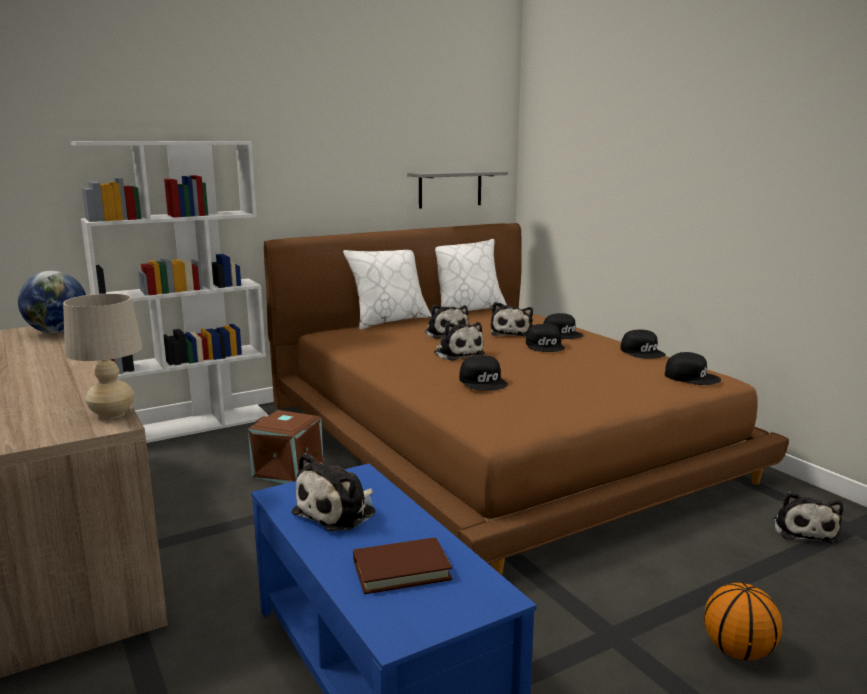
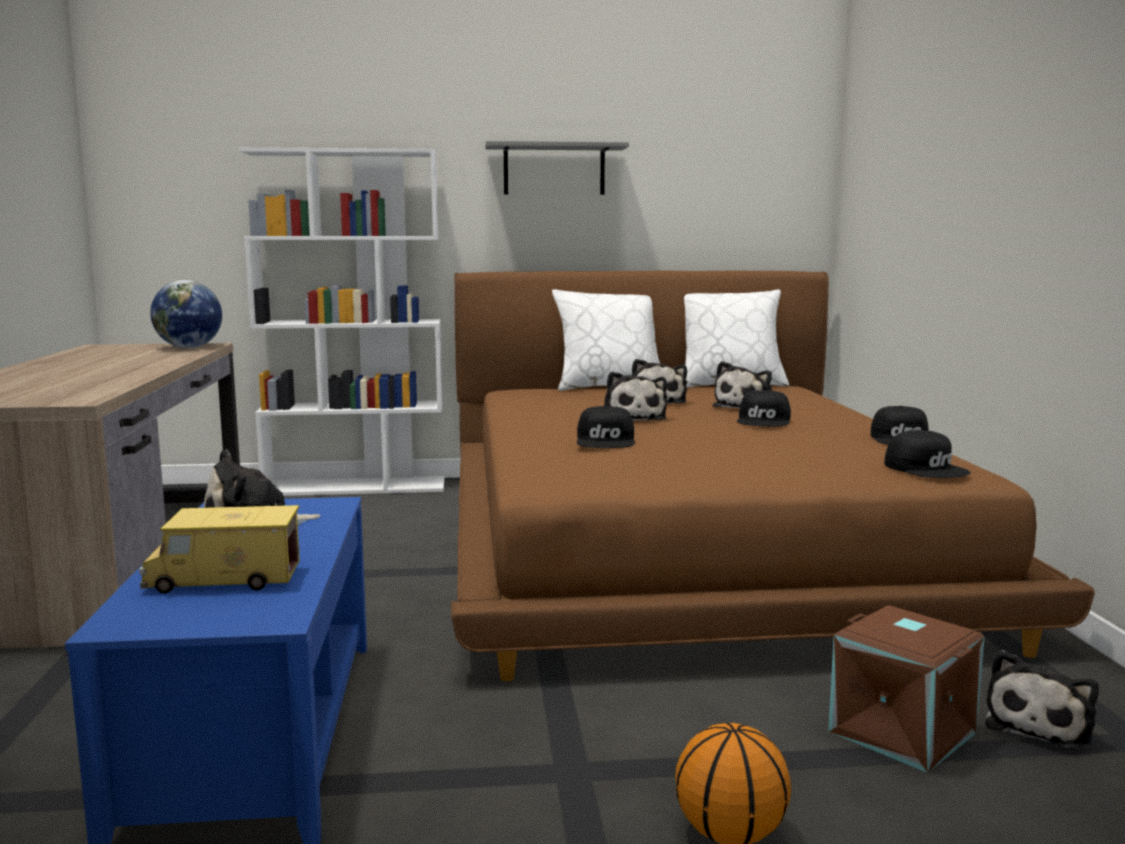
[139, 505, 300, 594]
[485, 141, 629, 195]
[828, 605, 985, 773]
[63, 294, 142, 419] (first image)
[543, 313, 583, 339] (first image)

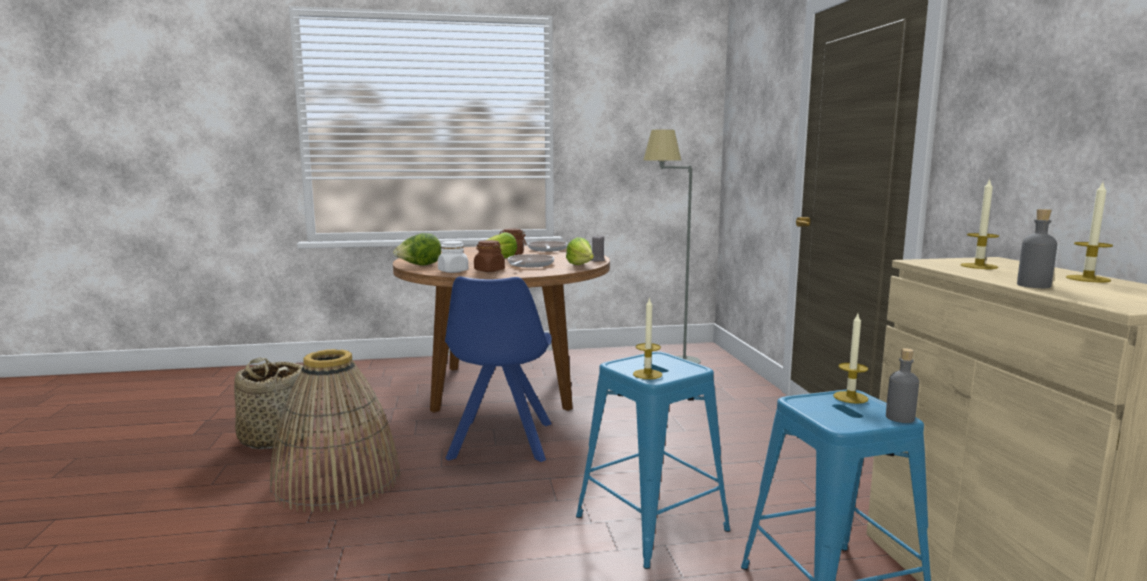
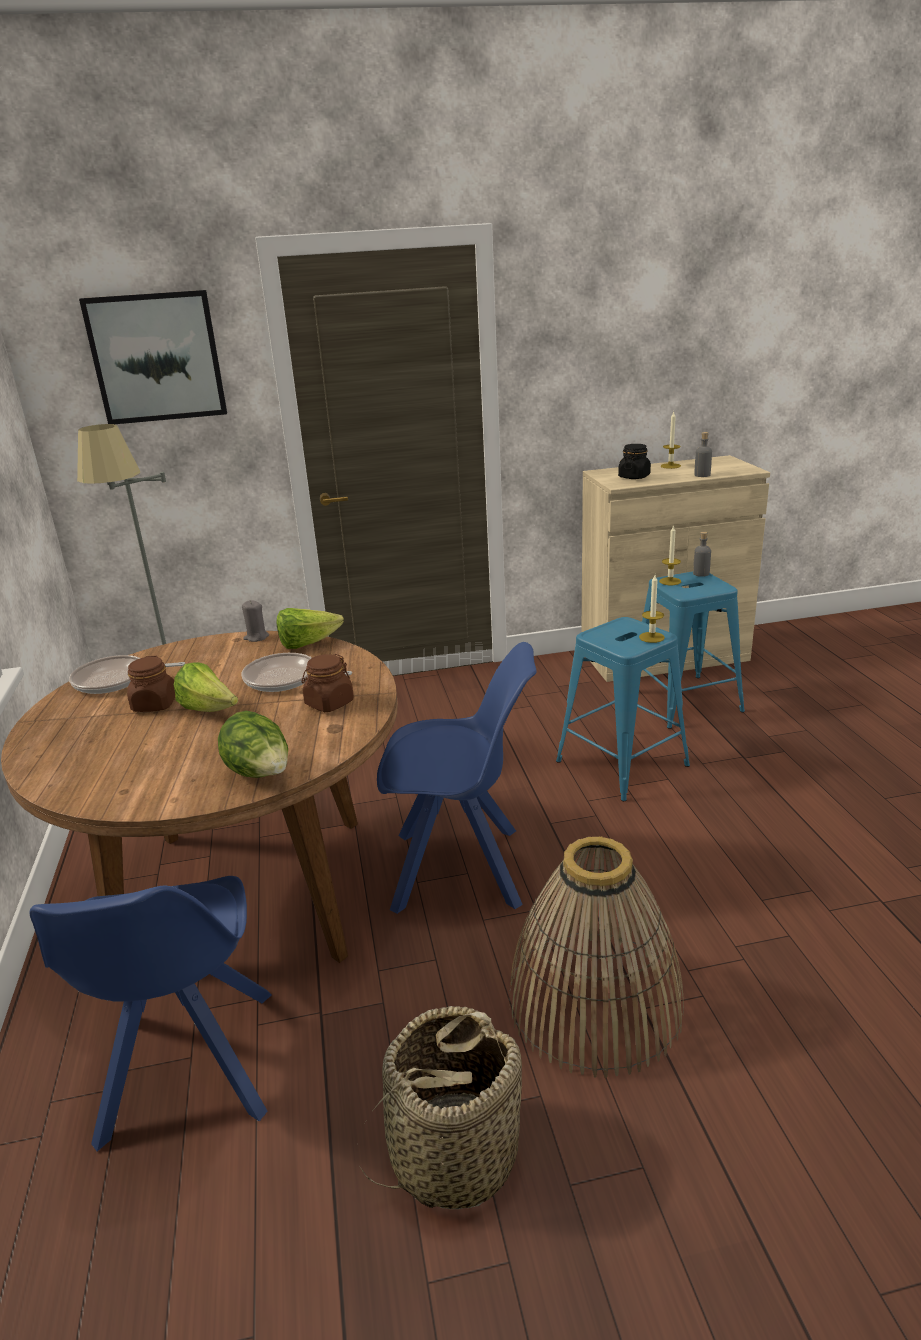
[30, 876, 272, 1151]
[79, 290, 227, 424]
[618, 444, 651, 479]
[438, 241, 468, 273] (first image)

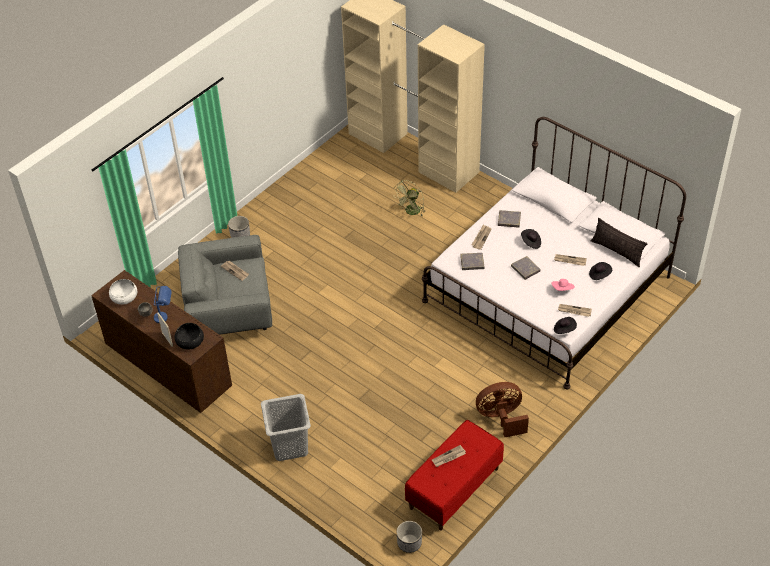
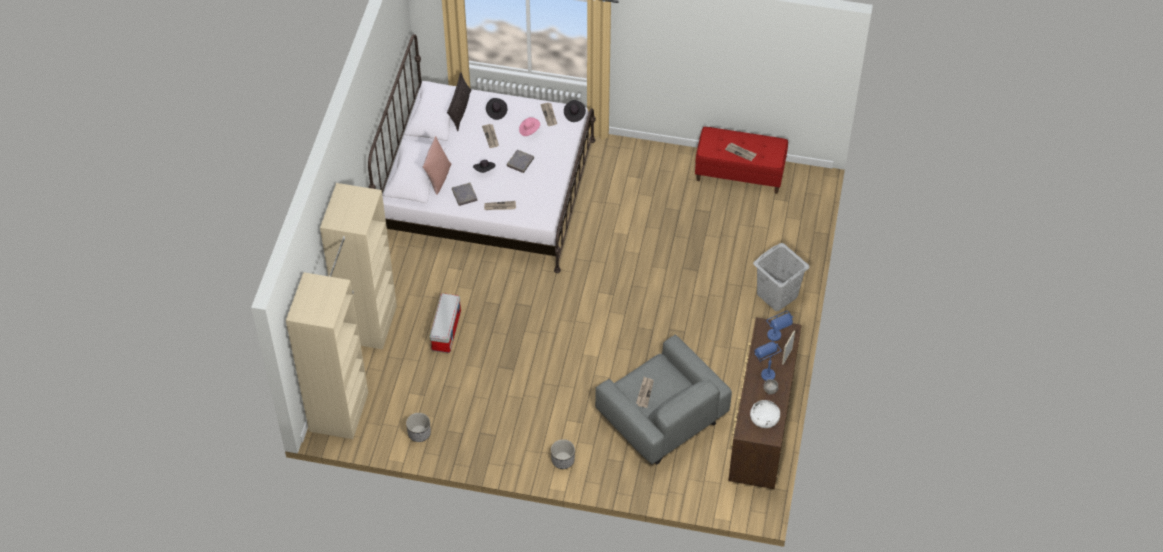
[406, 413, 431, 442]
[423, 136, 452, 195]
[430, 293, 461, 353]
[766, 311, 793, 341]
[460, 253, 485, 270] (first image)
[476, 382, 529, 437] (first image)

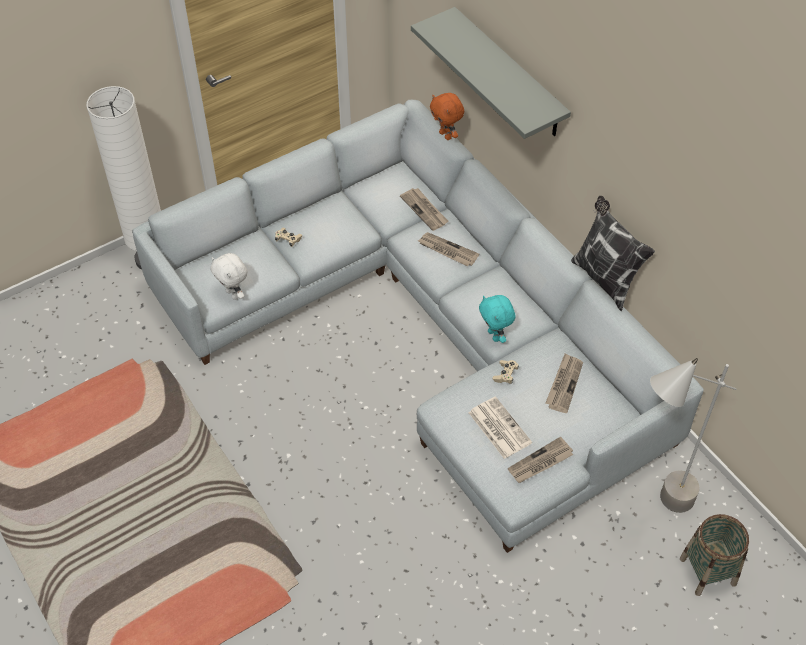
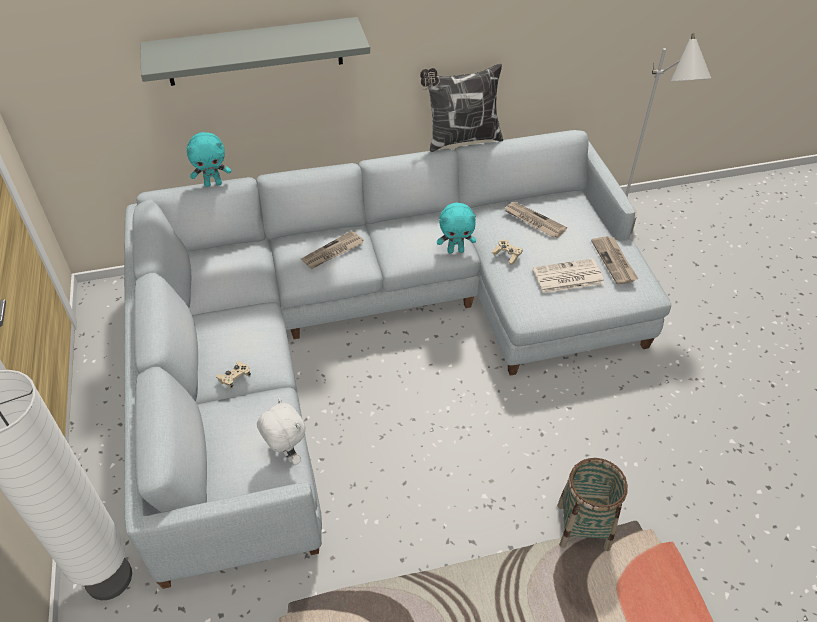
[186, 132, 231, 187]
[257, 398, 306, 465]
[557, 458, 628, 551]
[400, 188, 448, 231] (first image)

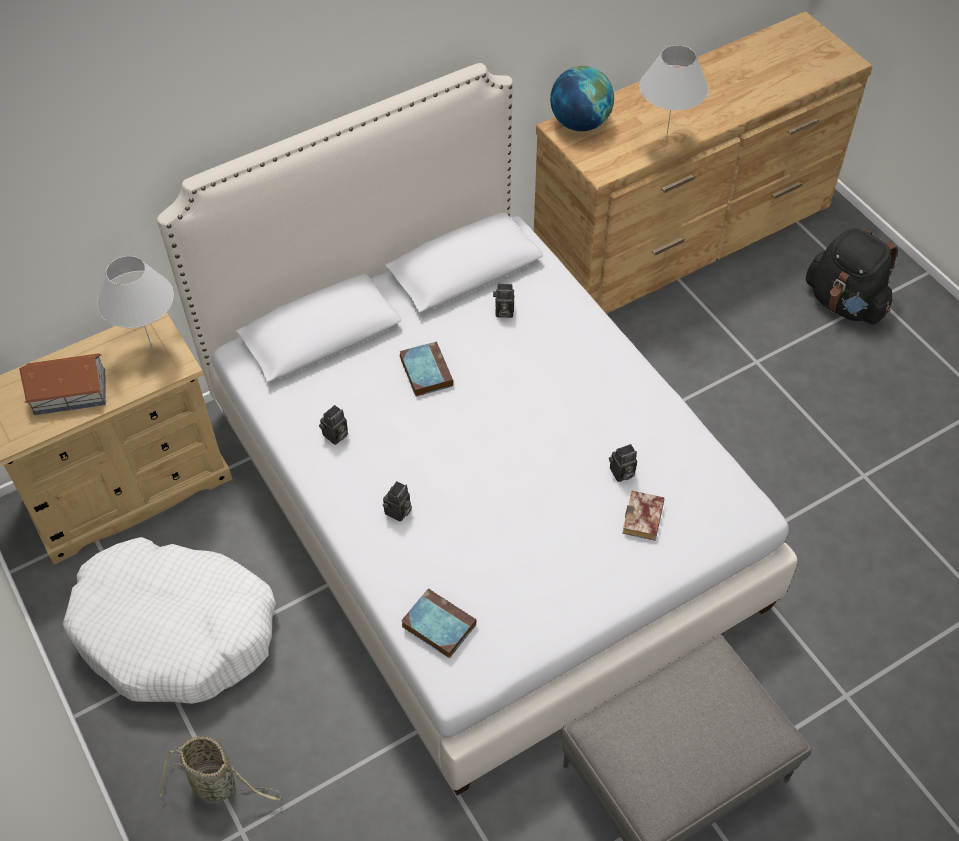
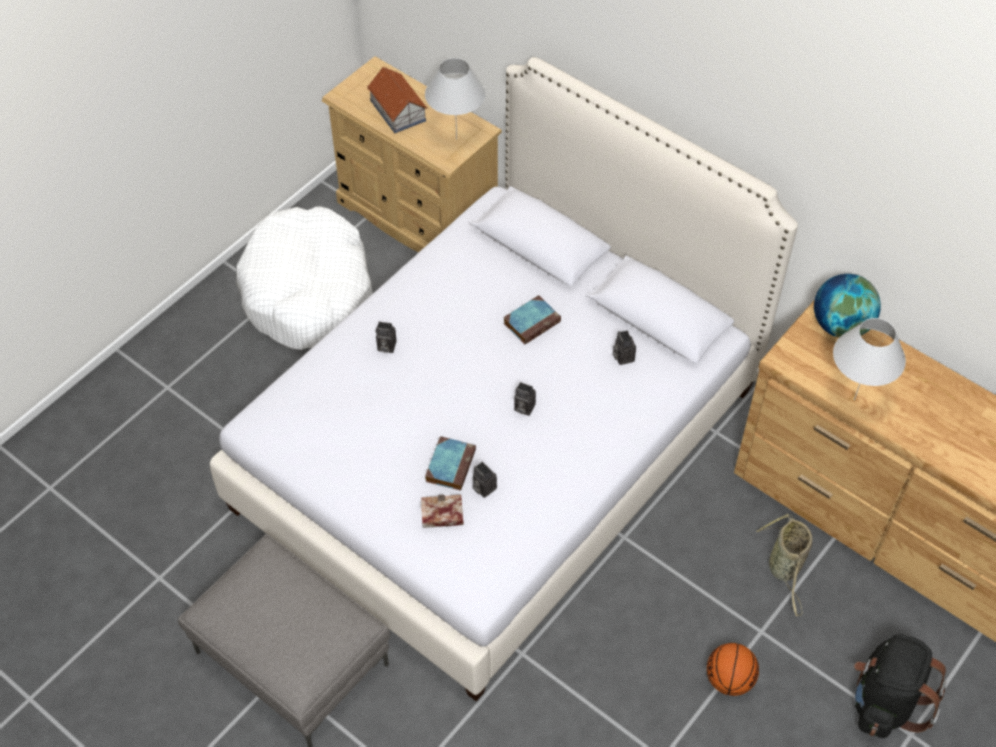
[425, 436, 476, 491]
[514, 382, 536, 416]
[707, 643, 759, 696]
[756, 514, 813, 616]

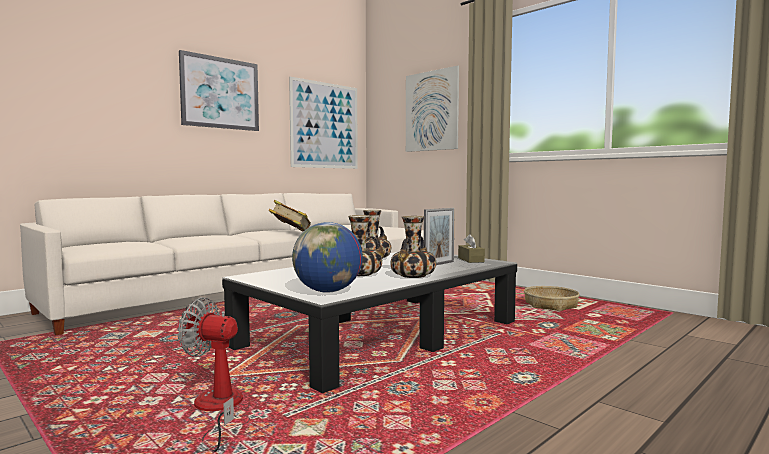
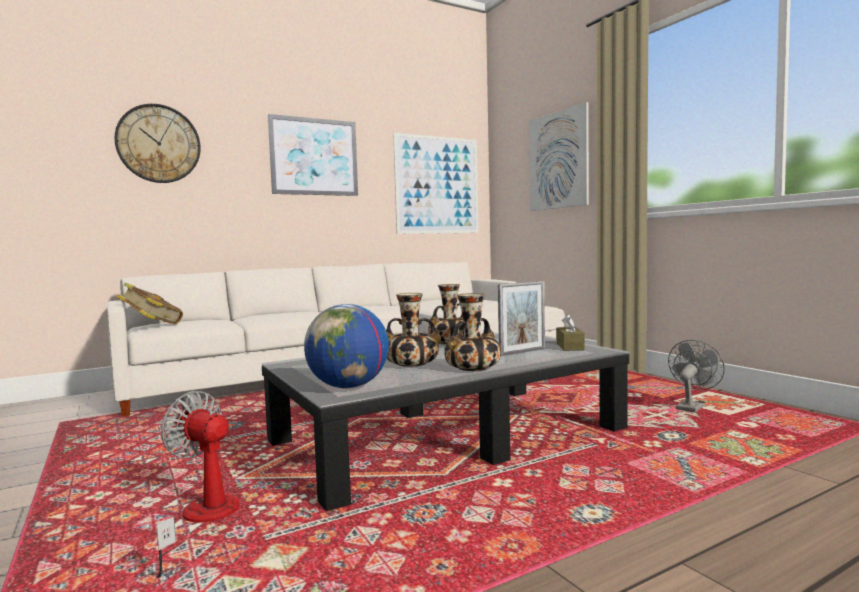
[115, 104, 201, 183]
[117, 282, 183, 324]
[668, 340, 725, 412]

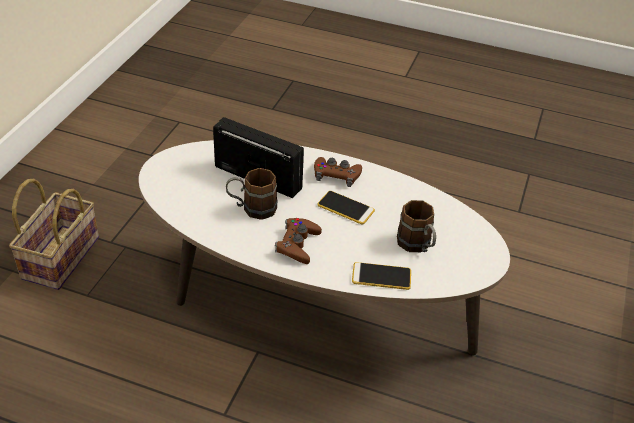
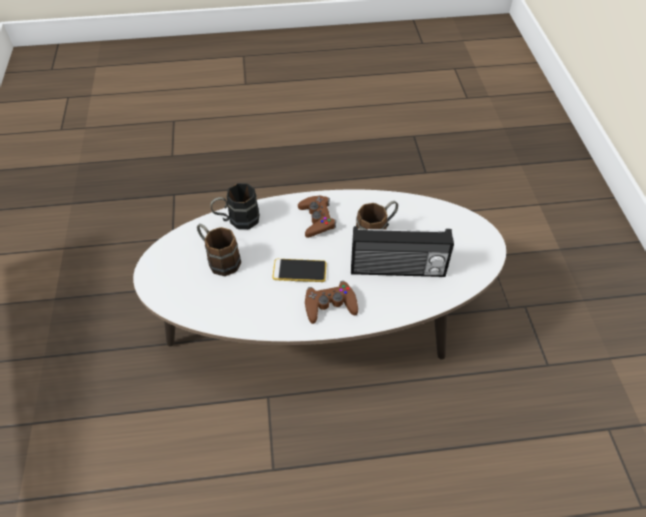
[210, 183, 259, 229]
[9, 178, 99, 290] (first image)

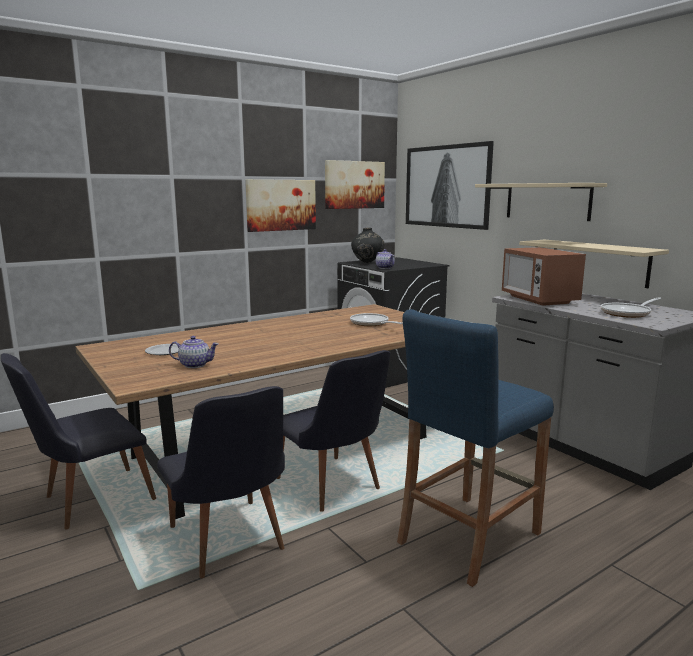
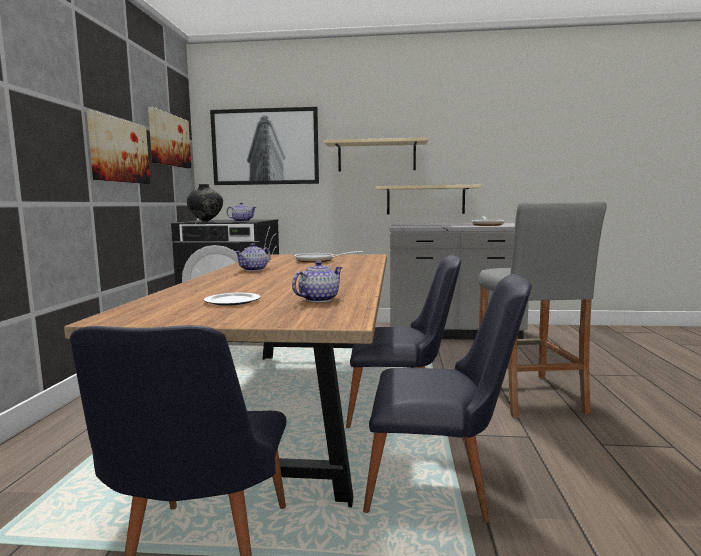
[235, 243, 271, 271]
[479, 200, 607, 418]
[502, 247, 586, 306] (first image)

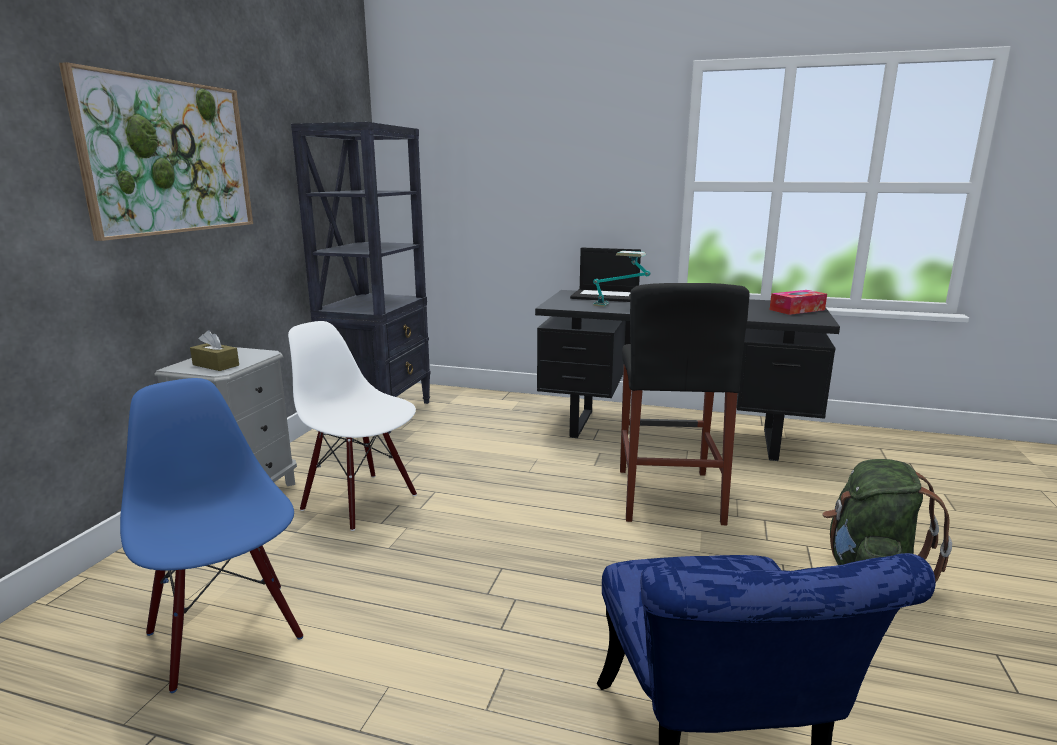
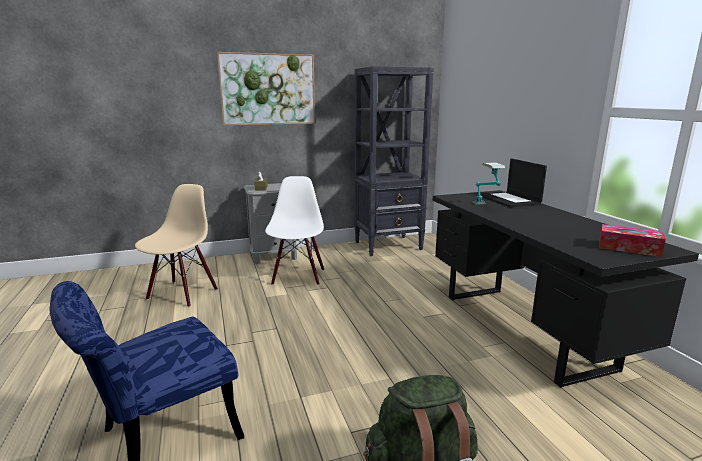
[135, 184, 218, 307]
[620, 283, 750, 525] (first image)

